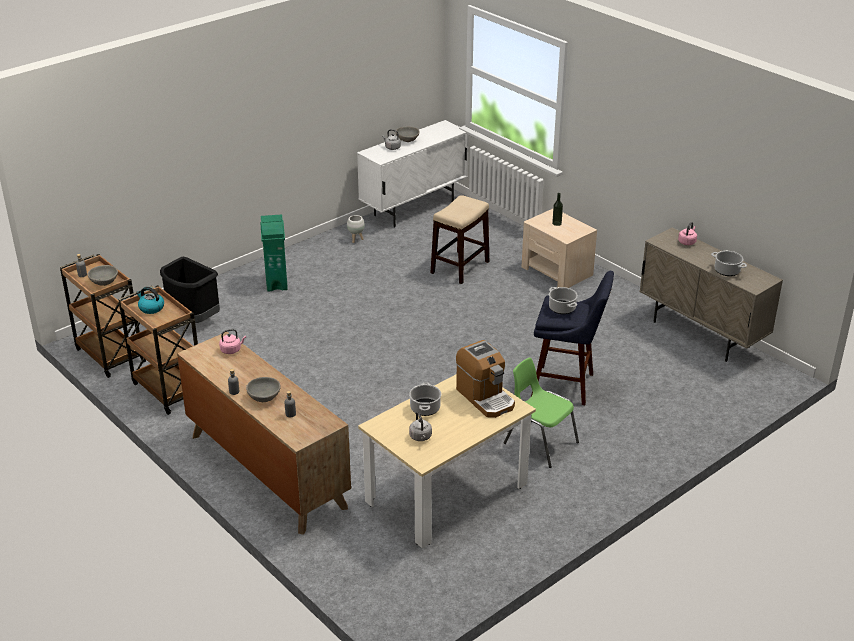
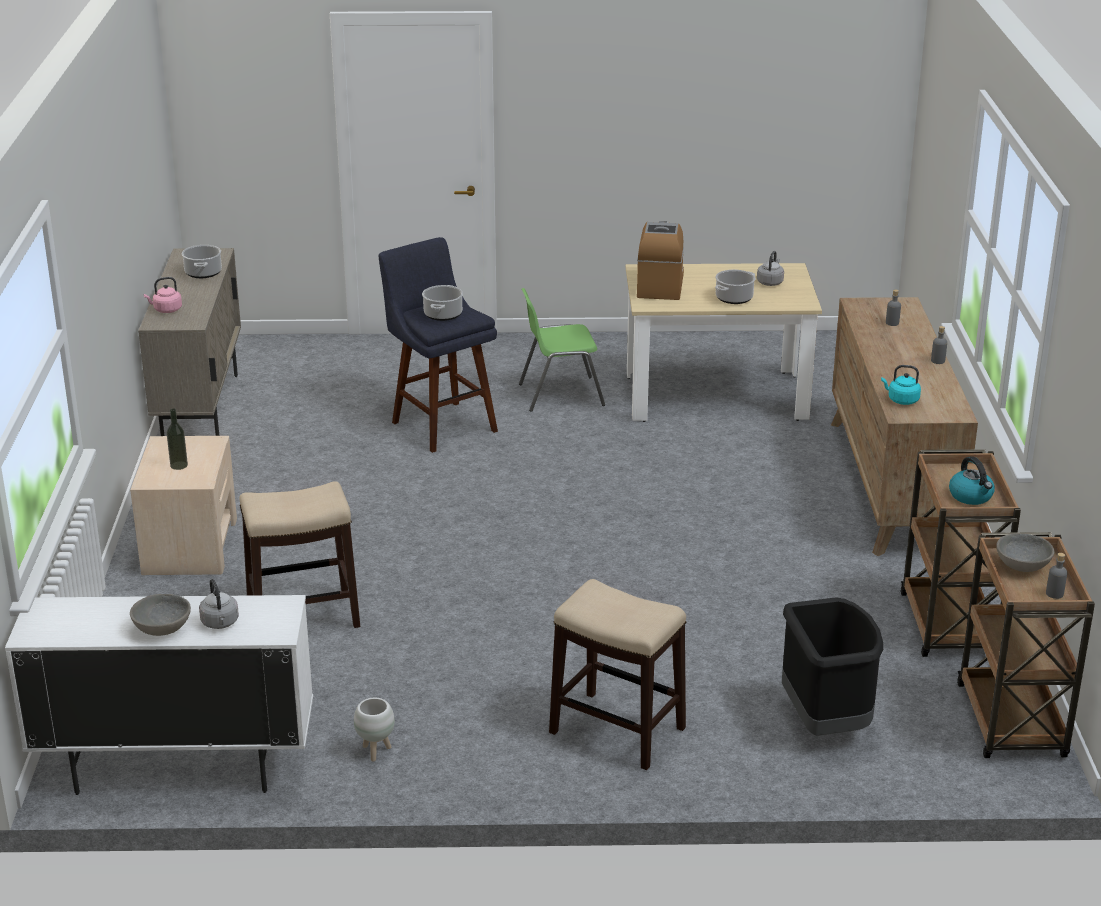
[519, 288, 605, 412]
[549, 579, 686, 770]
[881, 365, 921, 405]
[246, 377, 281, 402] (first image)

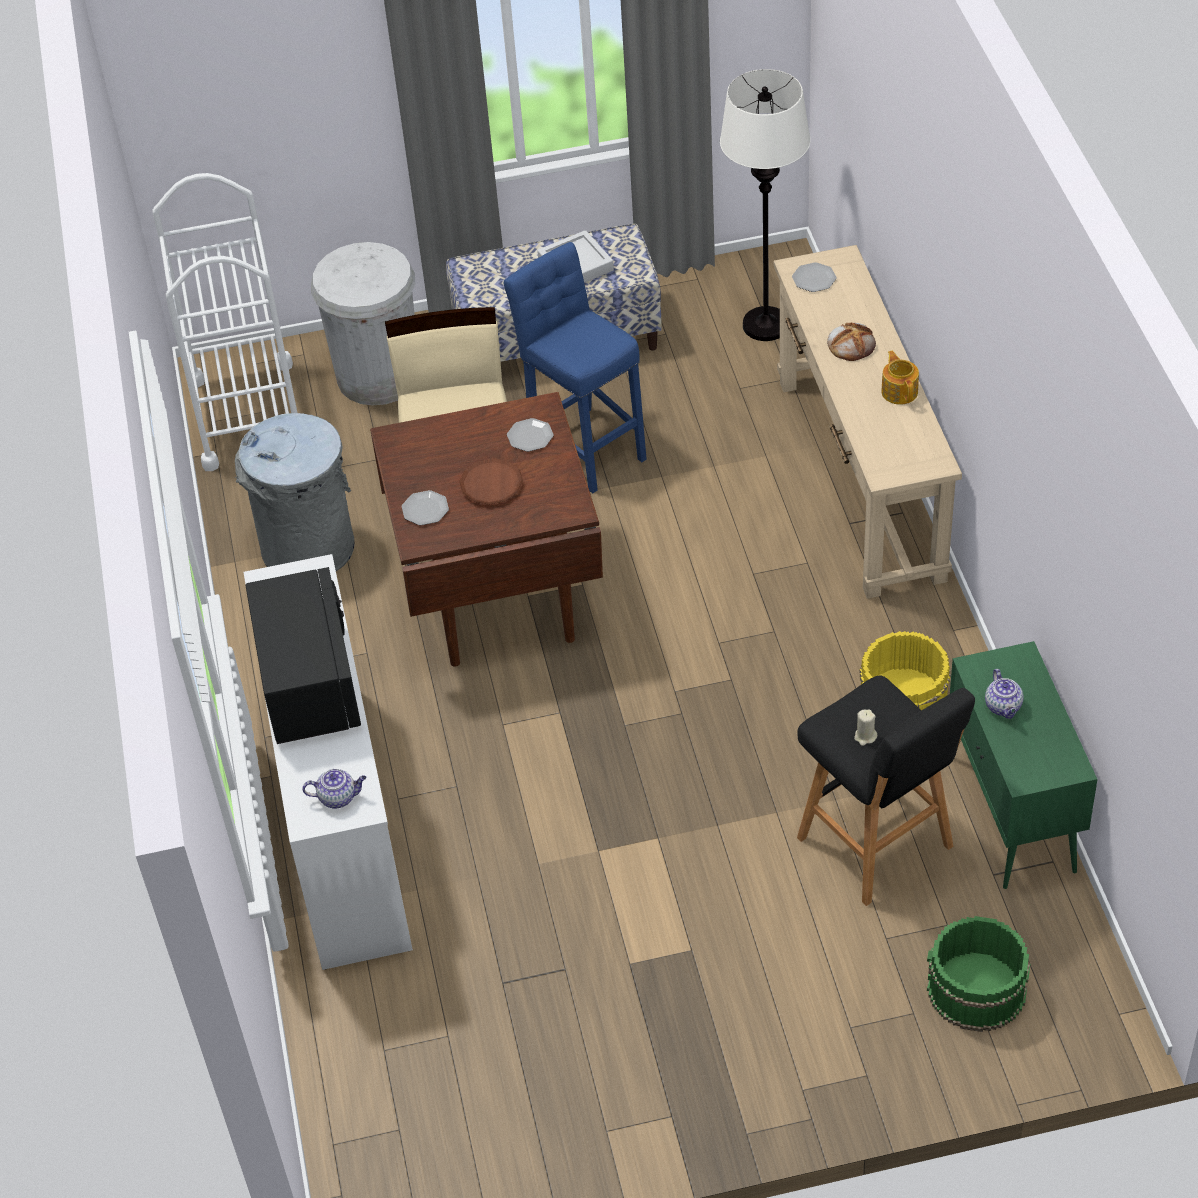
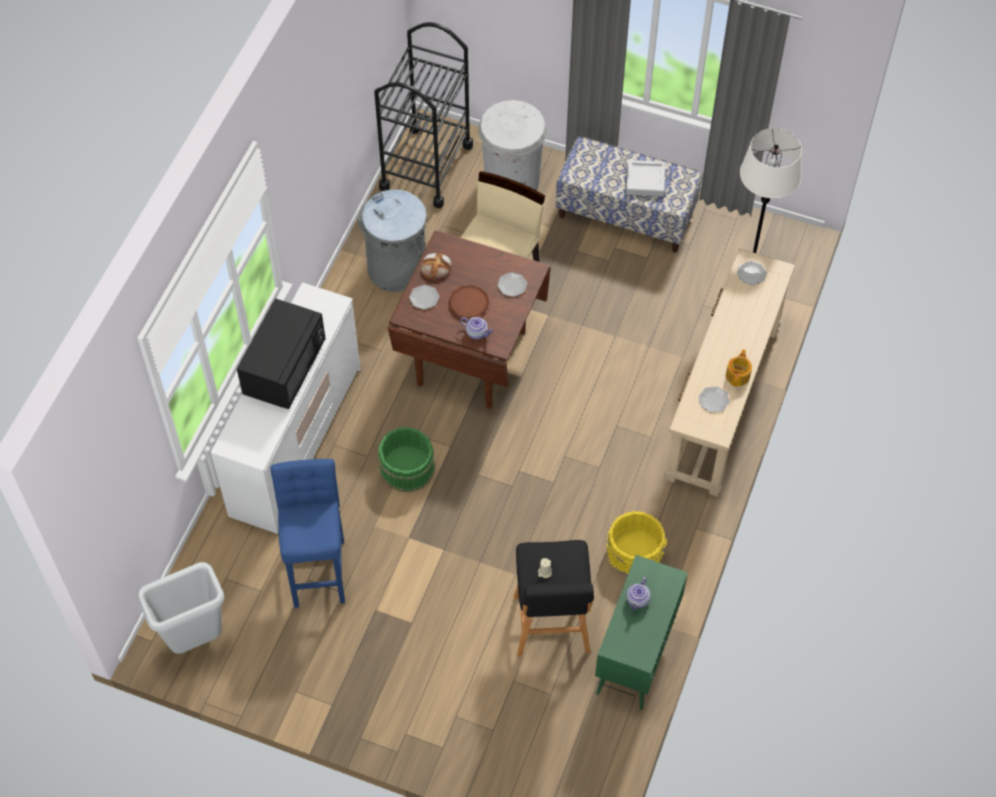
[137, 562, 224, 654]
[270, 459, 345, 608]
[374, 22, 473, 208]
[378, 427, 435, 492]
[421, 253, 452, 280]
[460, 317, 493, 339]
[699, 386, 730, 413]

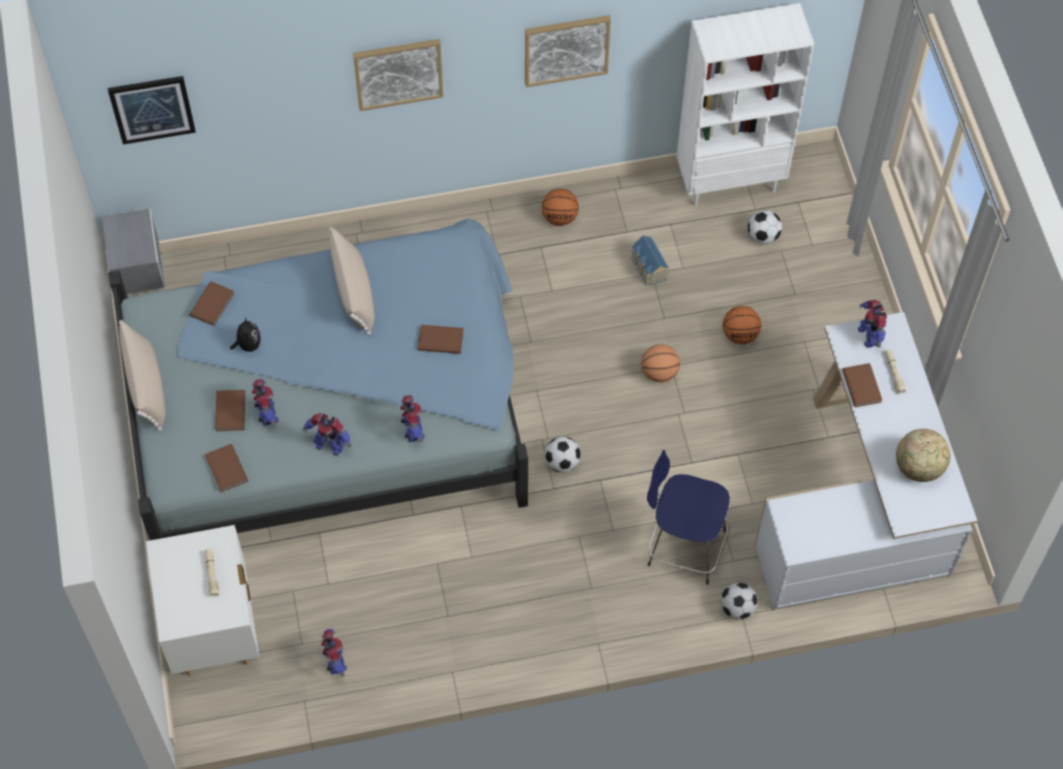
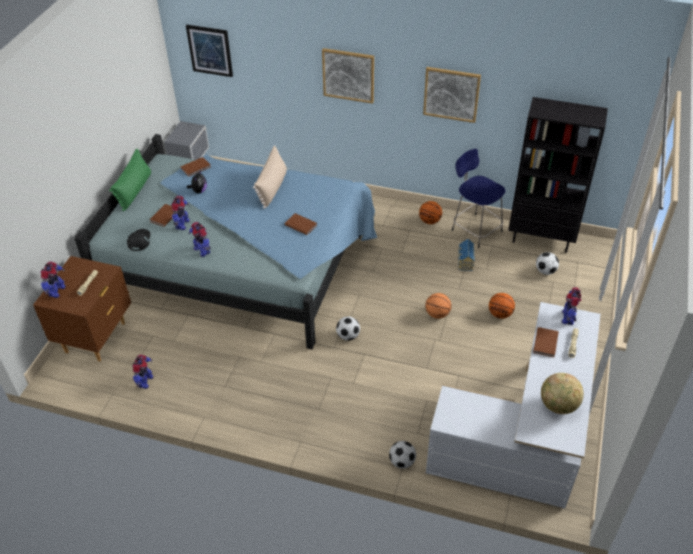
[33, 256, 131, 361]
[40, 262, 66, 298]
[109, 148, 151, 211]
[127, 229, 151, 251]
[452, 149, 506, 248]
[508, 97, 608, 253]

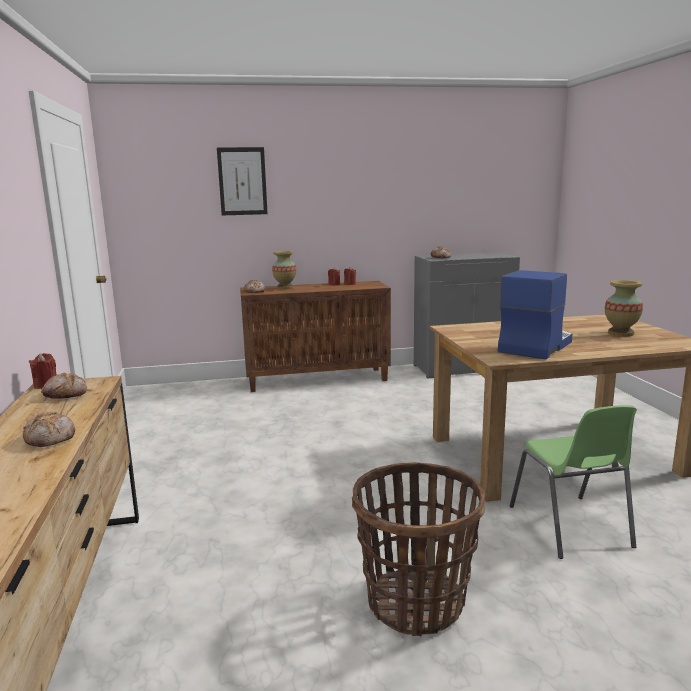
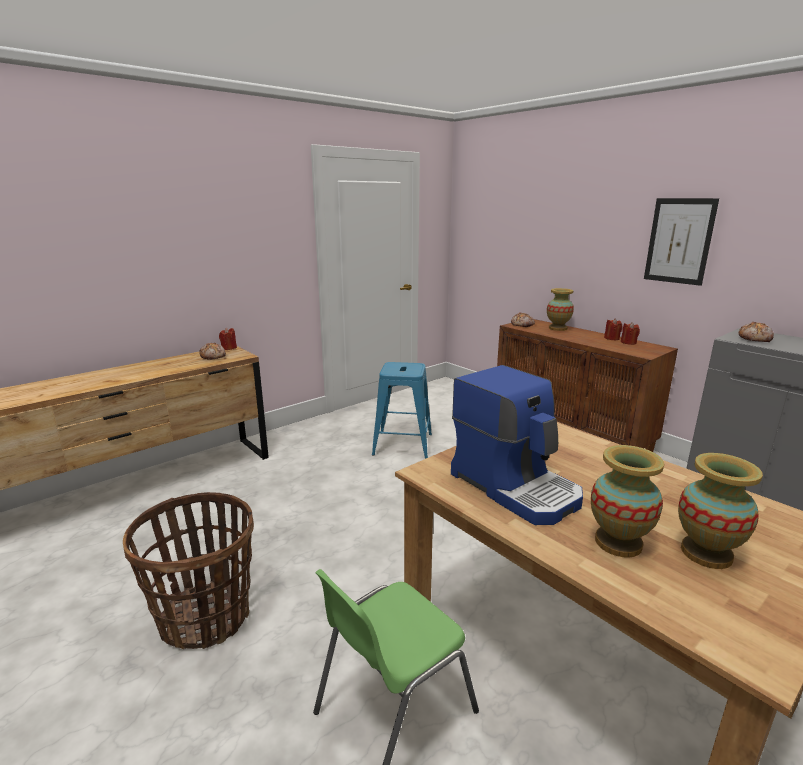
[372, 362, 432, 459]
[451, 365, 583, 525]
[591, 445, 664, 558]
[644, 198, 719, 286]
[23, 412, 75, 447] (first image)

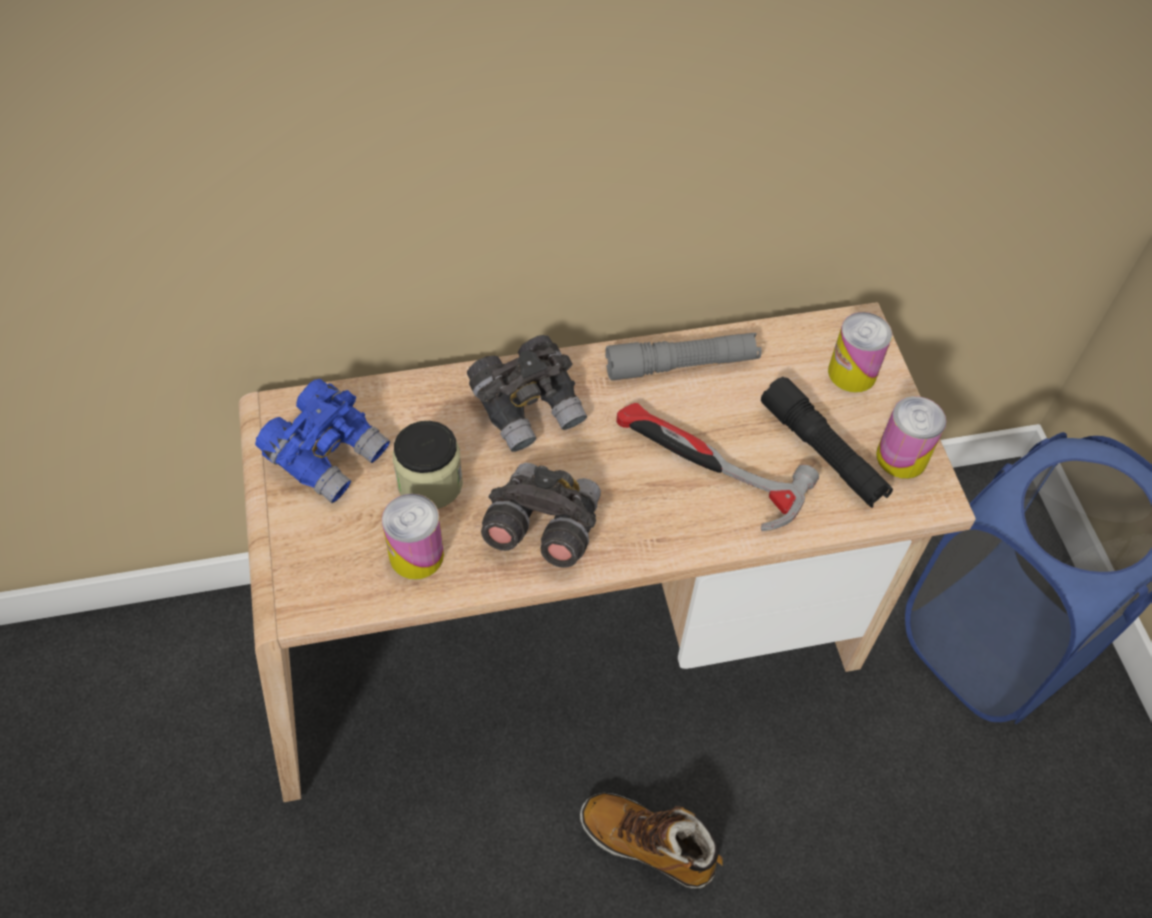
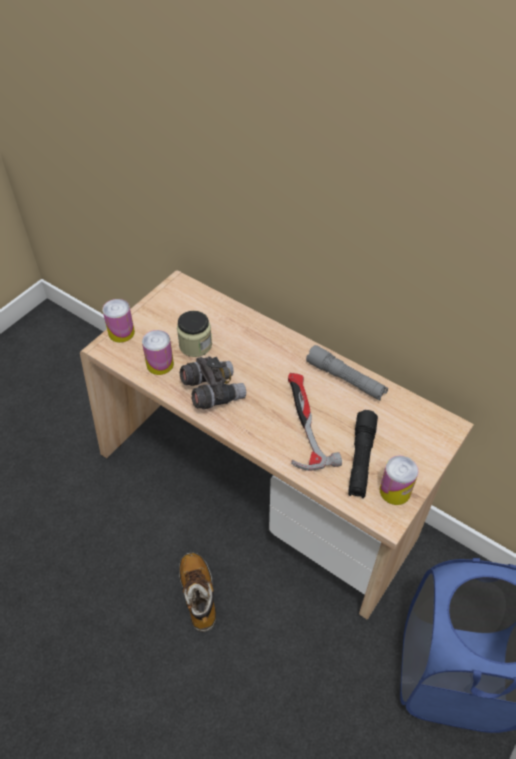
[102, 299, 135, 343]
[255, 379, 390, 503] (first image)
[467, 335, 587, 452] (first image)

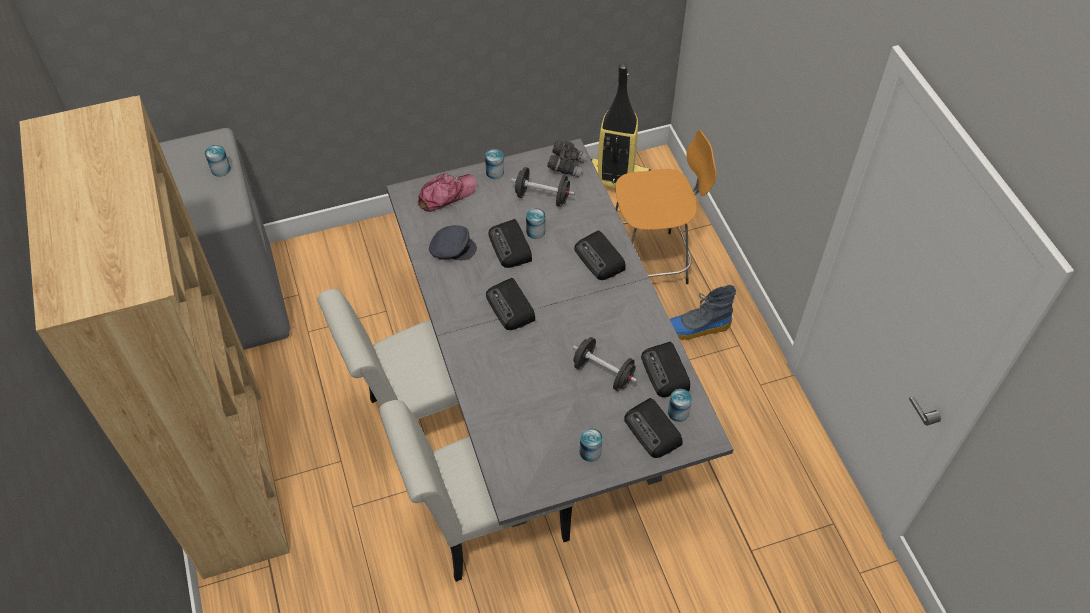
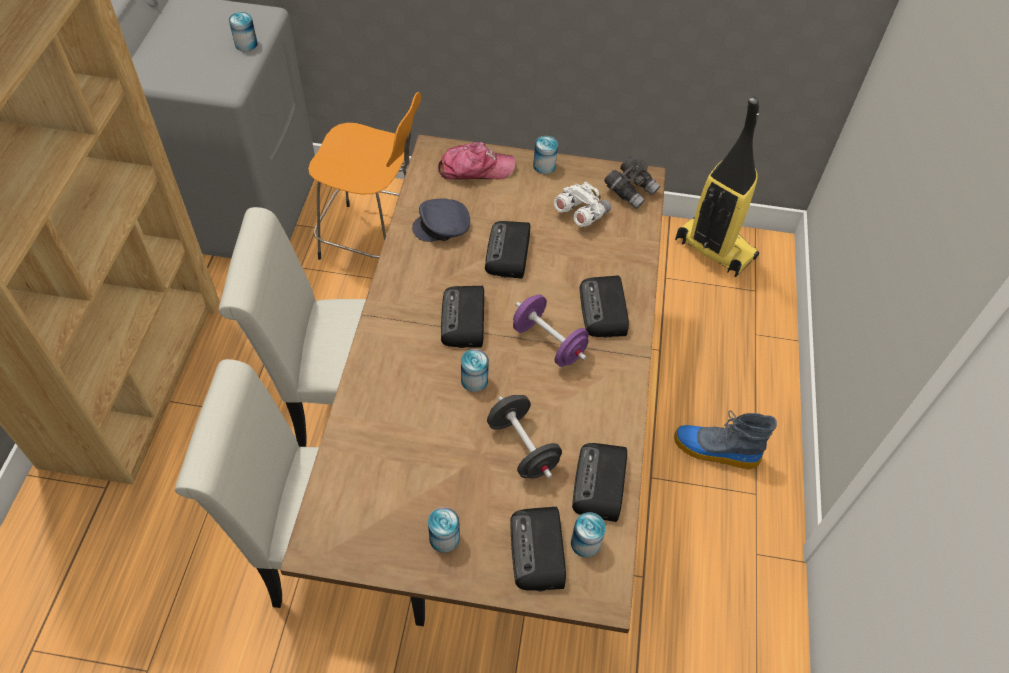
[280, 134, 666, 633]
[308, 92, 421, 260]
[412, 199, 470, 242]
[461, 349, 489, 392]
[513, 294, 589, 367]
[554, 181, 611, 227]

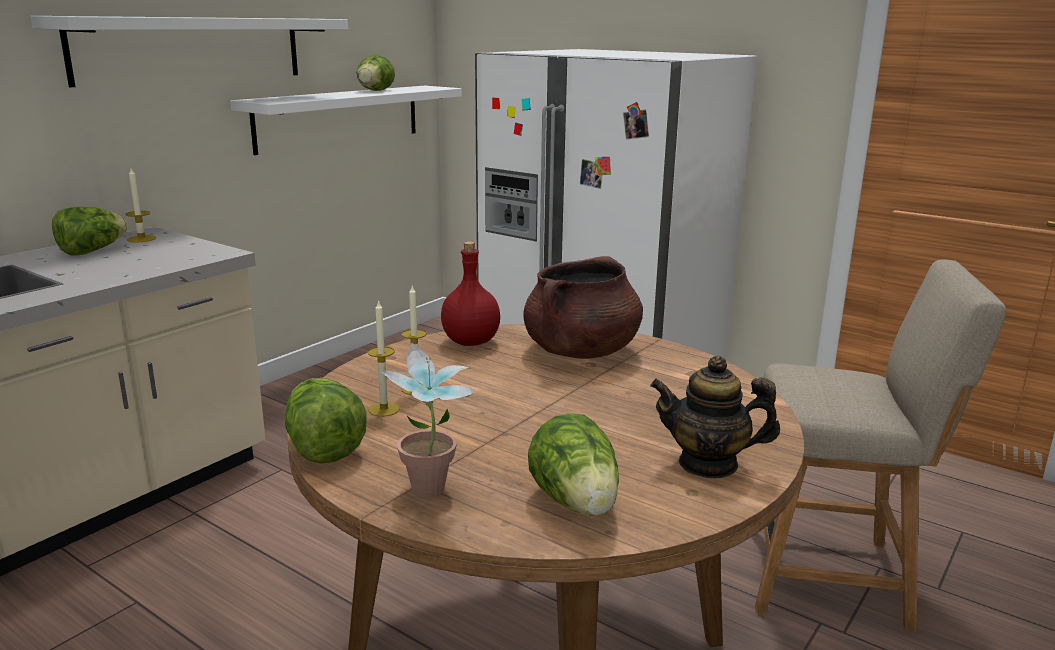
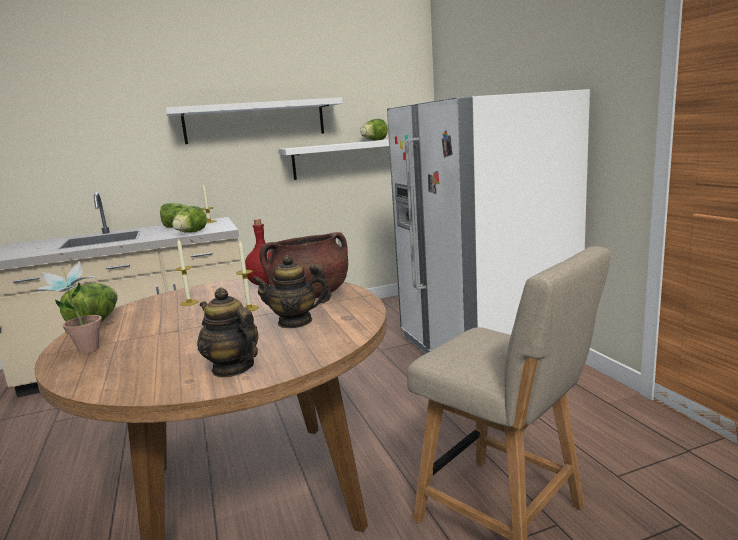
[172, 206, 207, 233]
[236, 241, 259, 311]
[252, 255, 331, 328]

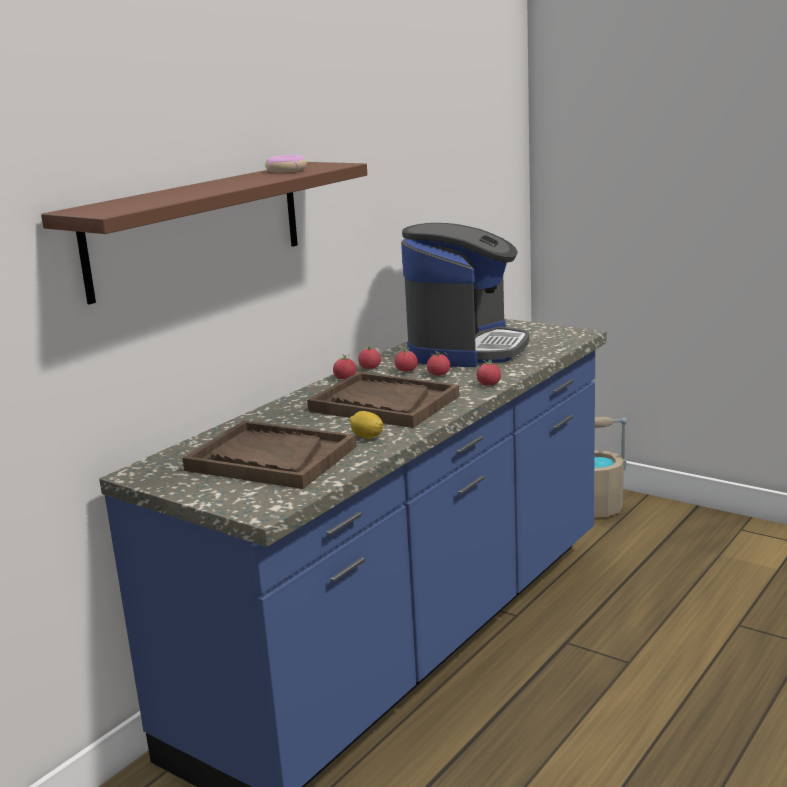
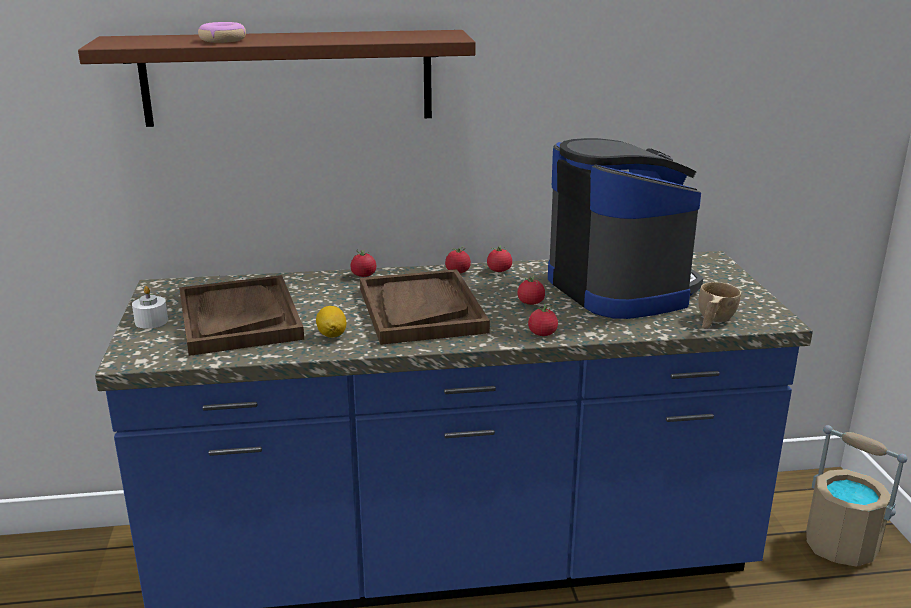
[132, 286, 168, 329]
[198, 22, 246, 43]
[351, 249, 376, 277]
[548, 138, 703, 319]
[698, 282, 741, 329]

